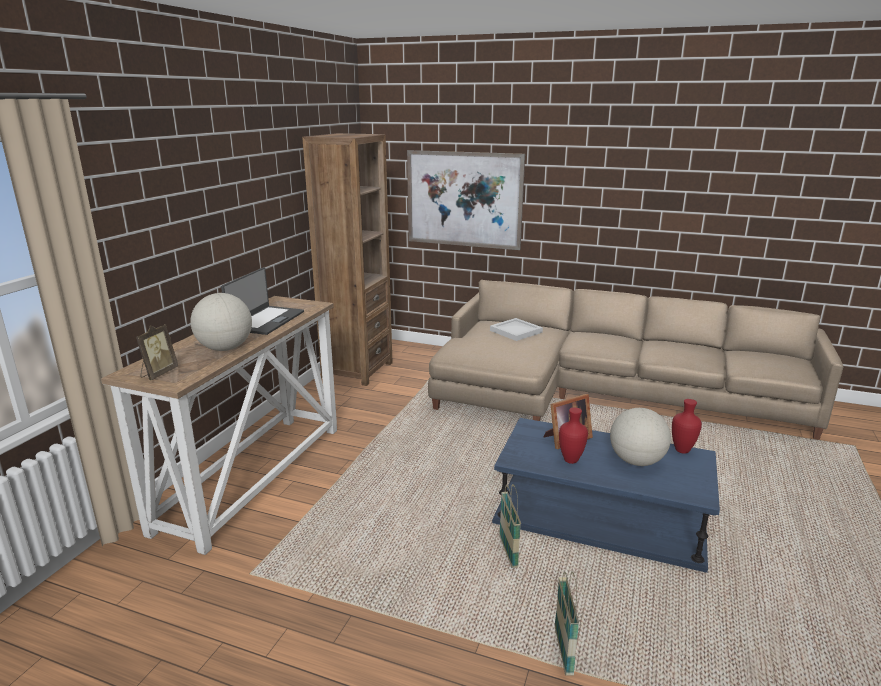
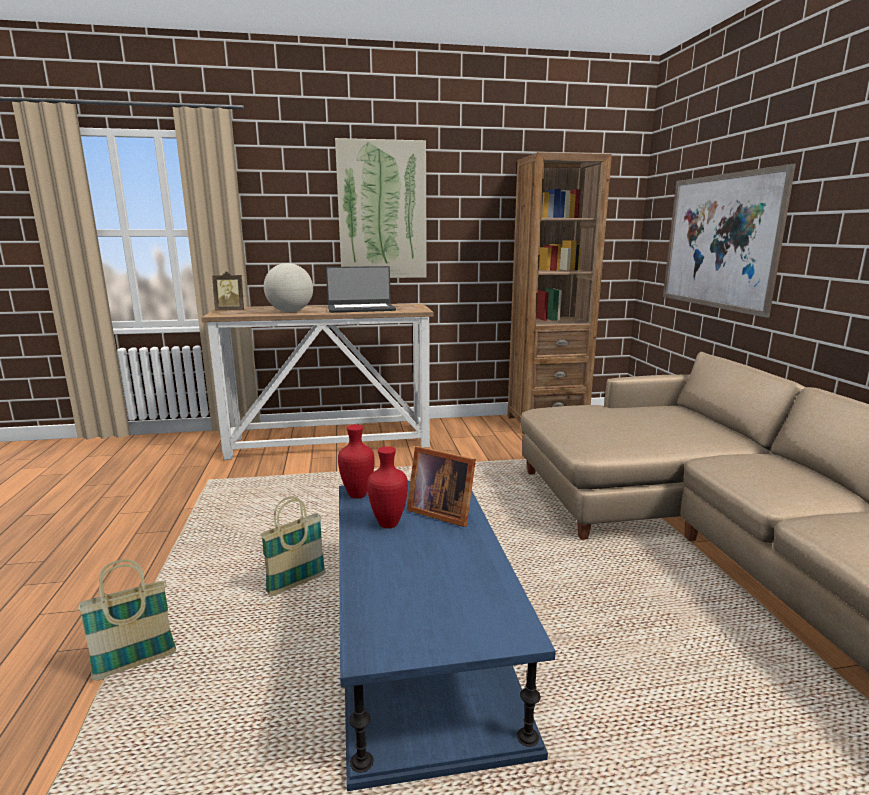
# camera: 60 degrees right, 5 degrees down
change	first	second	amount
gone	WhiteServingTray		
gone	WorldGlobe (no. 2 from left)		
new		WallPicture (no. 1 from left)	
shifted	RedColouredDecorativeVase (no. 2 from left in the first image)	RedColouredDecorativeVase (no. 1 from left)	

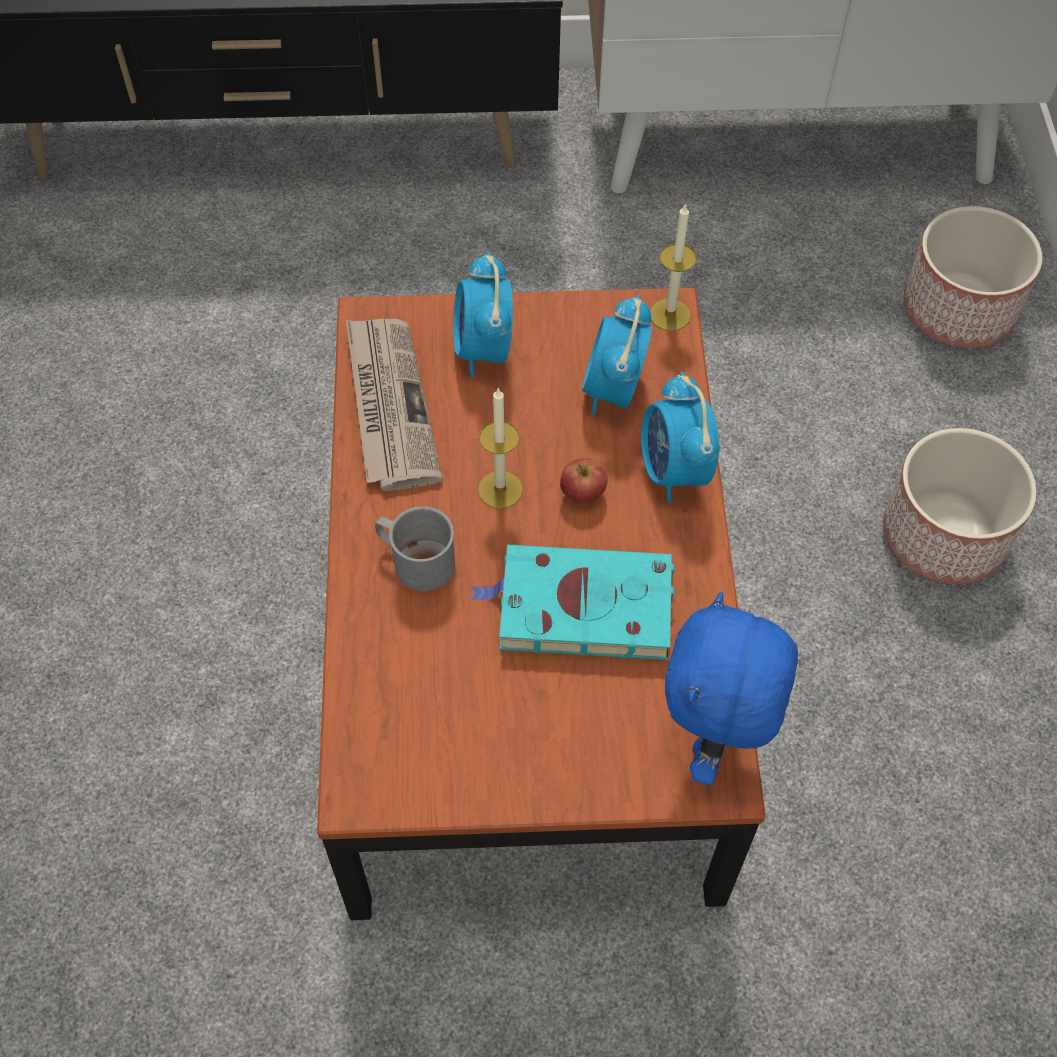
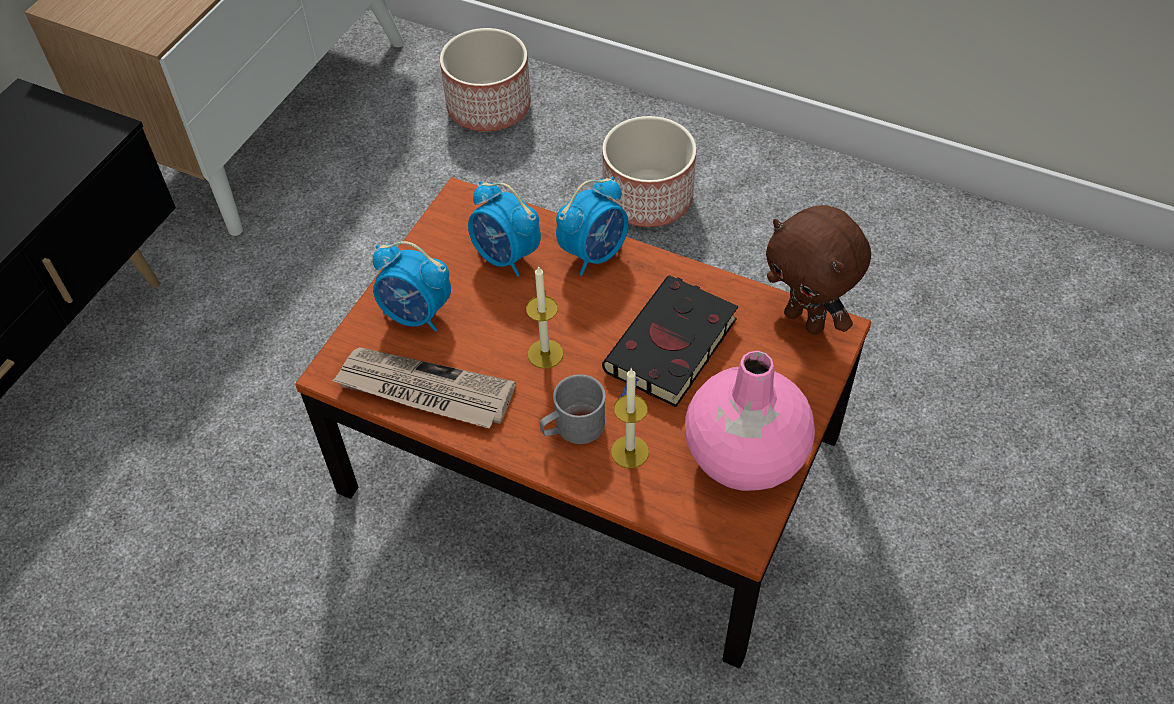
# camera: 60 degrees left, 5 degrees down
change	first	second	amount
gone	AppleFruit		
new		PinkishDecorativeVase	
shifted	WaxLight (no. 2 from left)		
repainted	TurquoiseColouredBoundBook	BlackColouredBoundBook	
repainted	BluishSoftToy	BrownSoftToy	
rotated	TableClock (no. 3 from left)		60 degrees counterclockwise

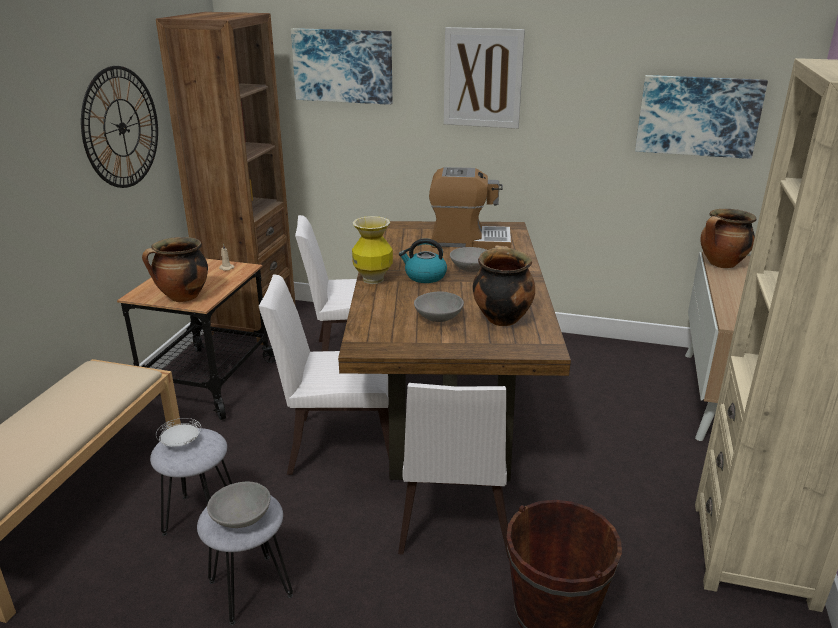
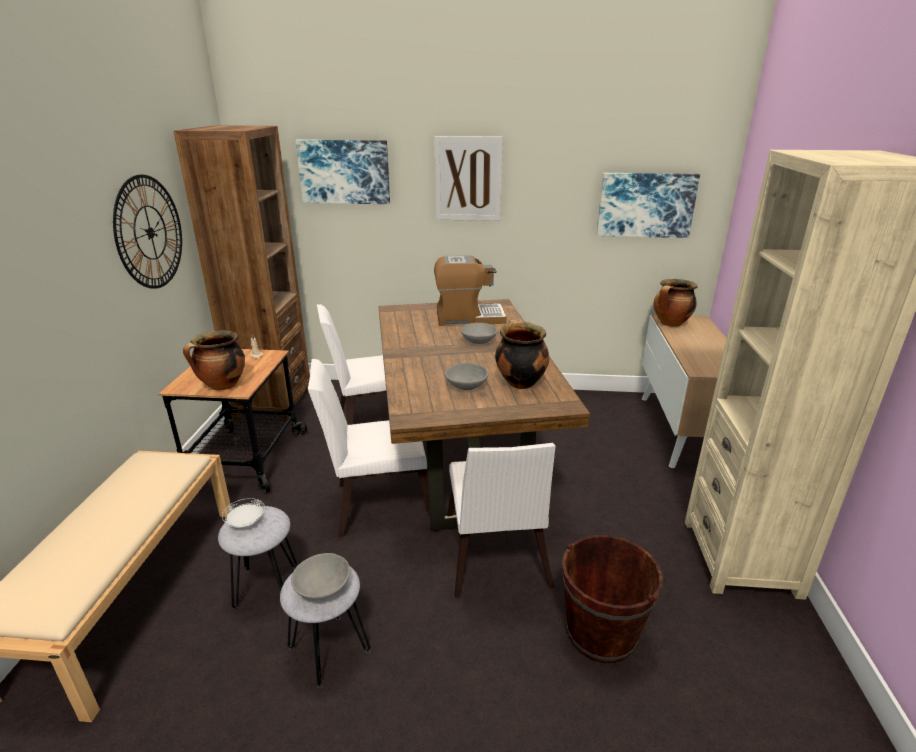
# camera: 10 degrees left, 0 degrees up
change	first	second	amount
gone	DecorativeVase		
gone	WaterKettle		

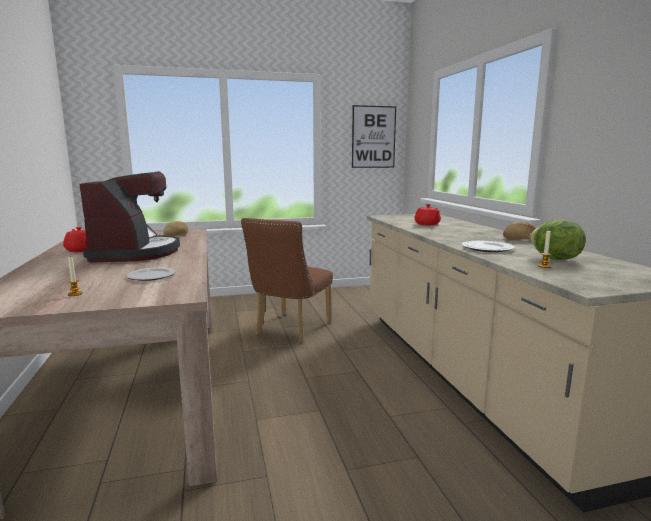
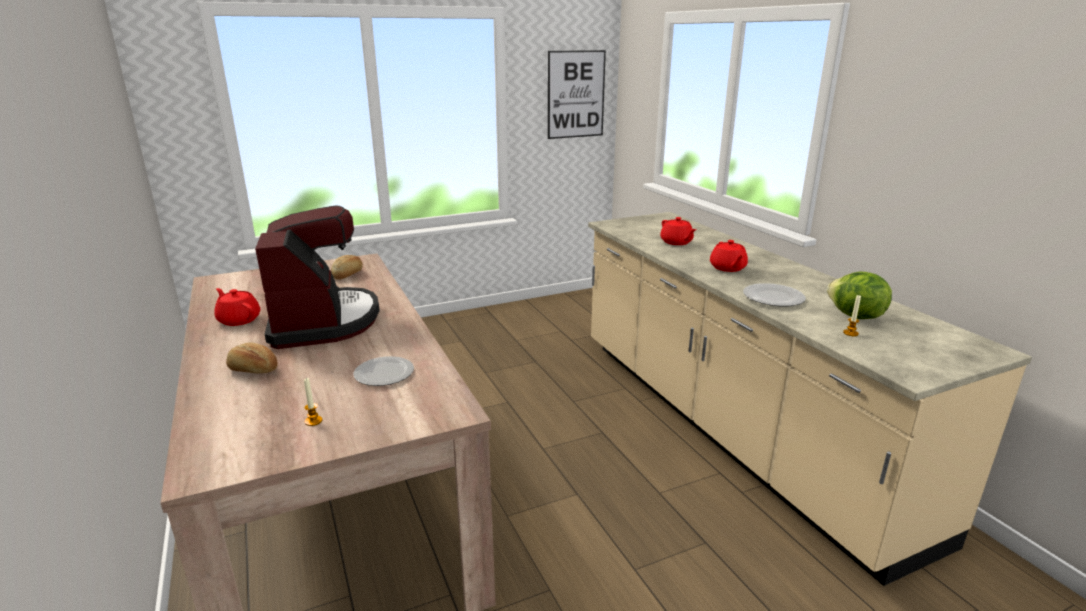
# camera: 10 degrees left, 10 degrees up
change	first	second	amount
gone	BrownUprightChair		
new		RedColouredPotForTea (no. 3 from left)	
shifted	Bread (no. 2 from left in the first image)	Bread (no. 1 from left)	

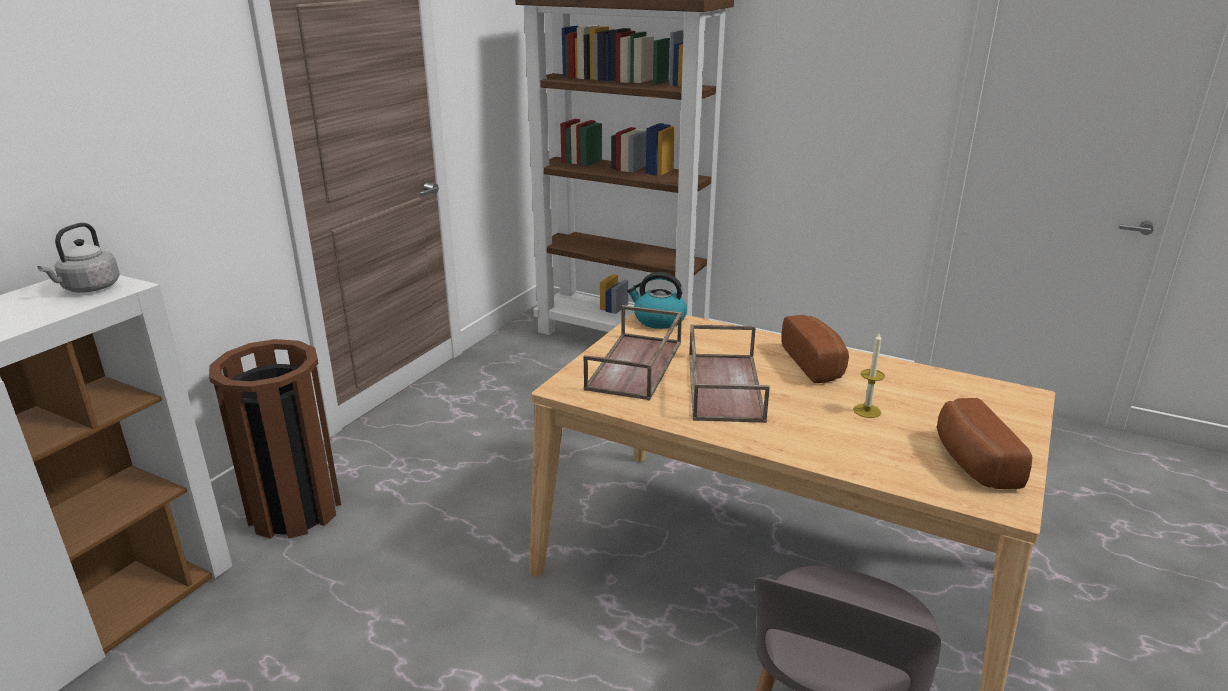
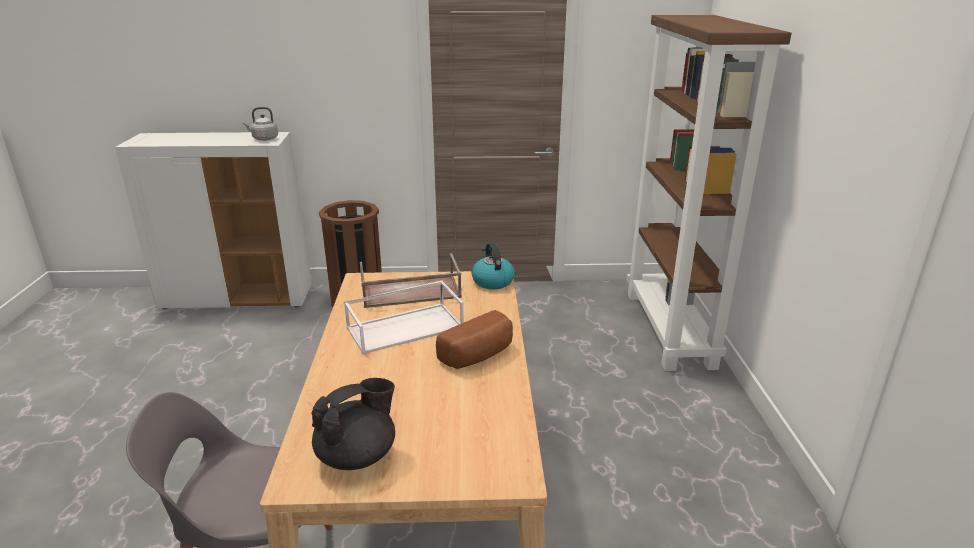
# camera: 60 degrees right, 0 degrees up
change	first	second	amount
gone	WaxLight		
swapped	Bread (no. 2 from left)	BlackColouredPotForTea	
repainted	BrownServingTray (no. 2 from left)	WhiteServingTray	

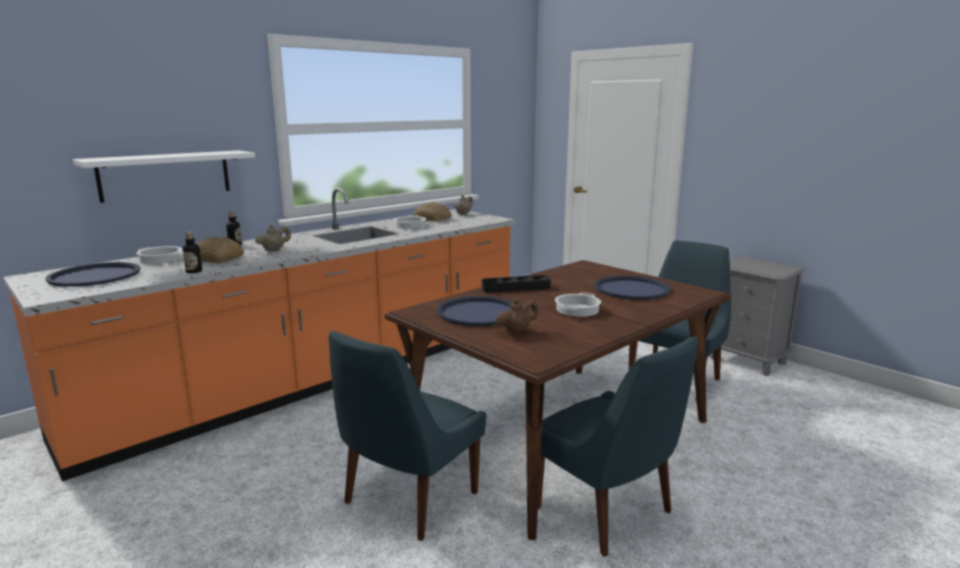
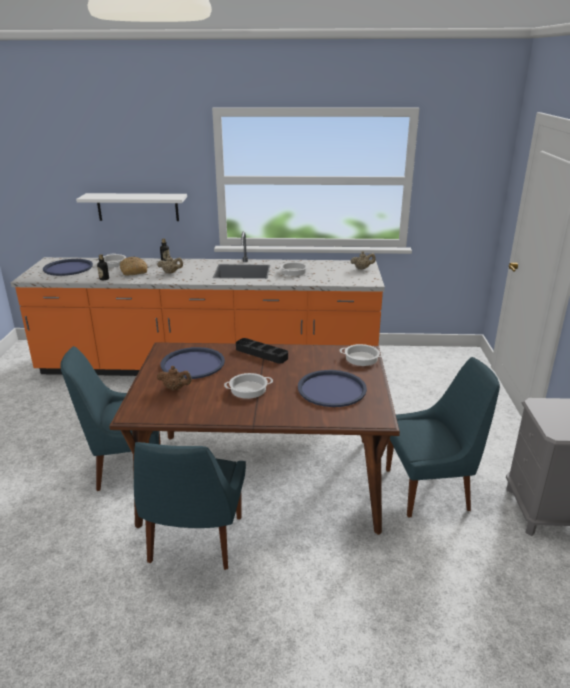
# camera: 45 degrees right, 10 degrees up
change	first	second	amount
gone	Bread (no. 2 from left)		
new		Saucepot (no. 4 from left)	

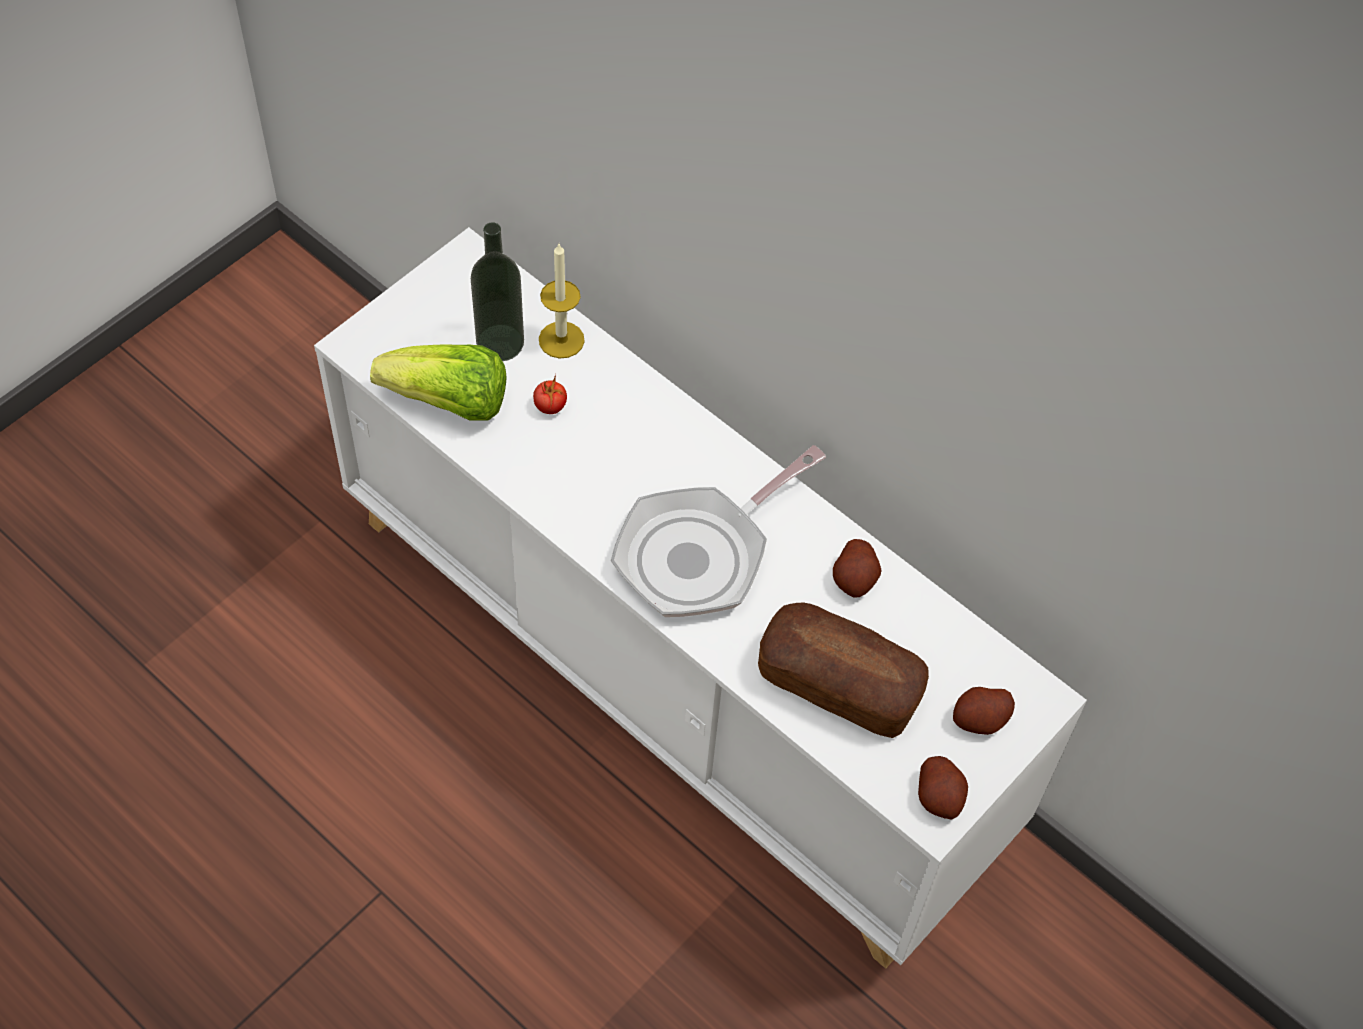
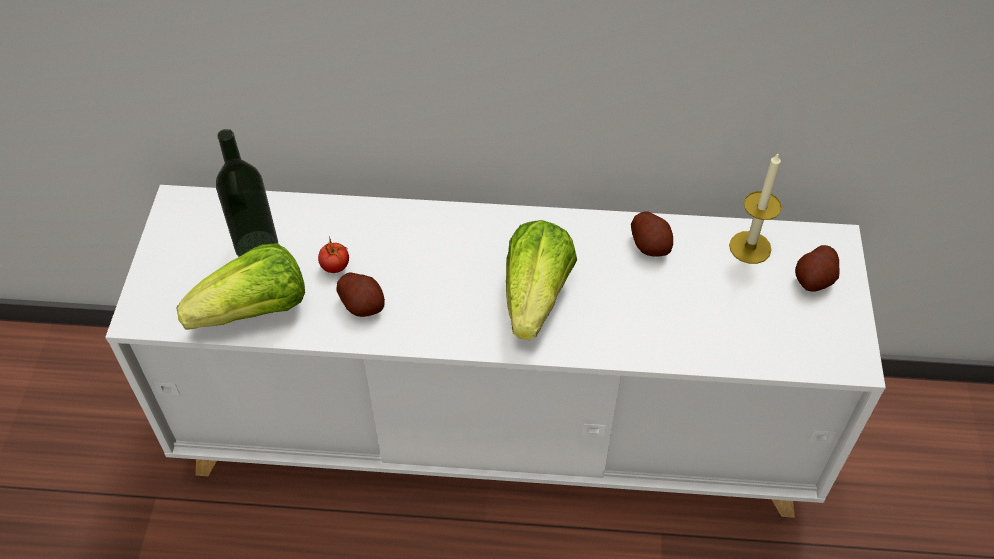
# camera: 35 degrees left, 5 degrees down
change	first	second	amount
gone	Bread		
shifted	WaxLight		
shifted	Spud (no. 2 from left in the first image)	Spud (no. 1 from left)	
swapped	FryingPan	HeadOfLettuce (no. 2 from left)	

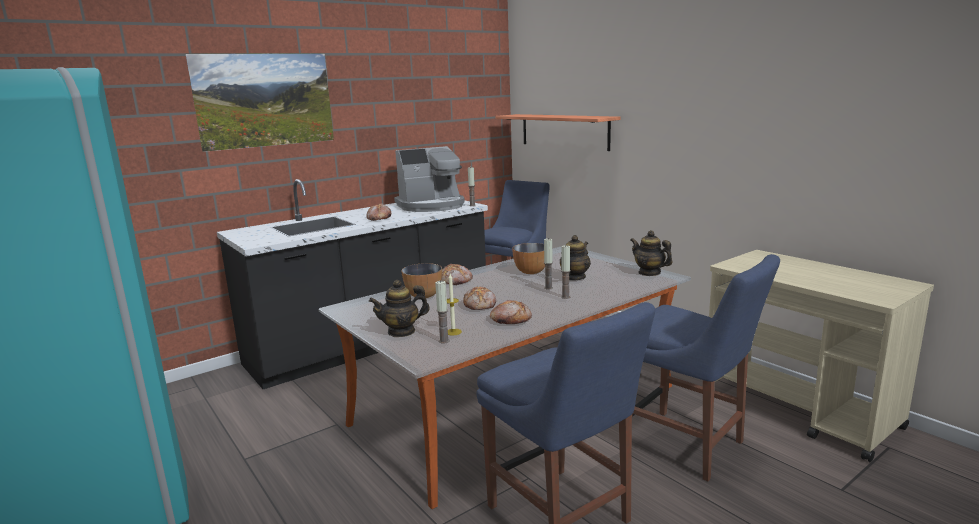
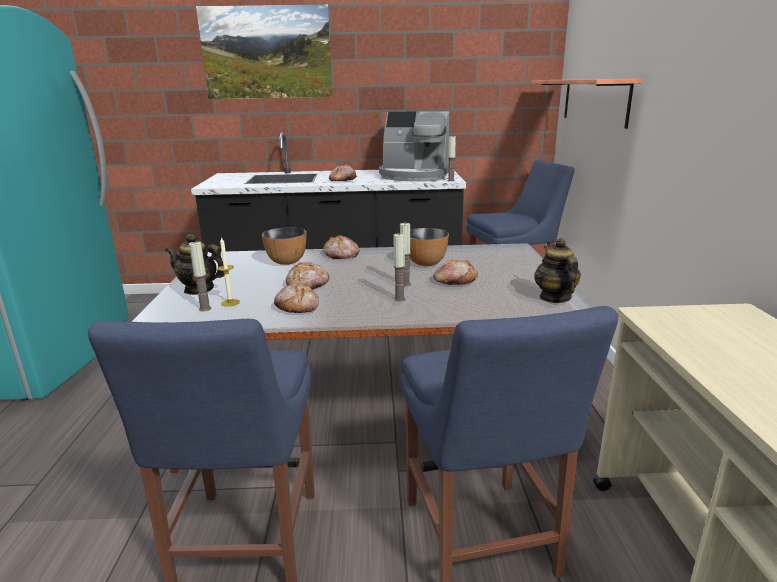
# camera: 35 degrees right, 5 degrees up
change	first	second	amount
swapped	PotForTea (no. 2 from left)	Bread (no. 5 from left)	

